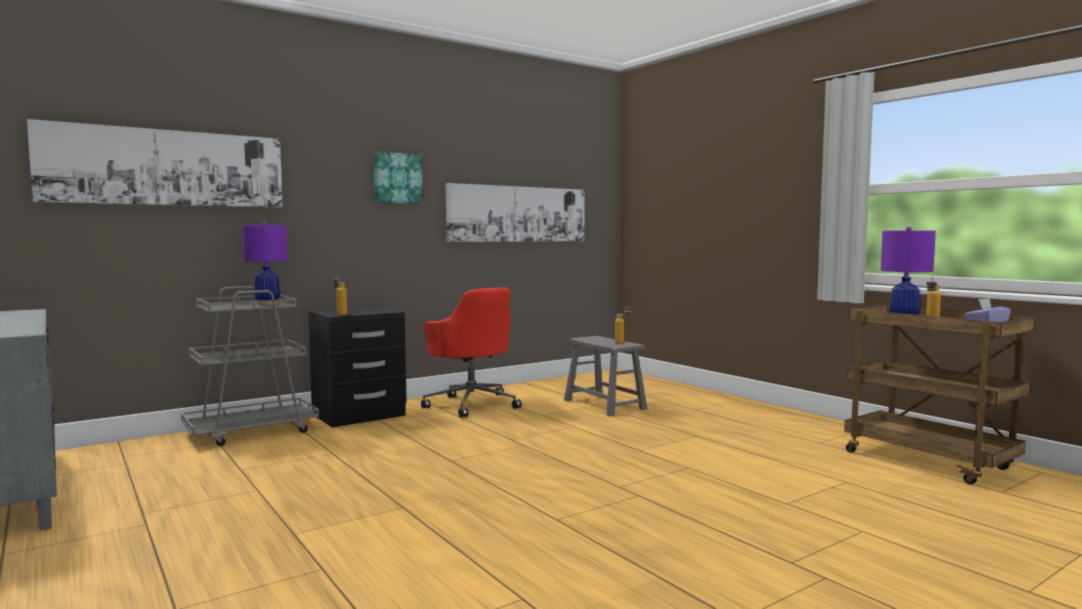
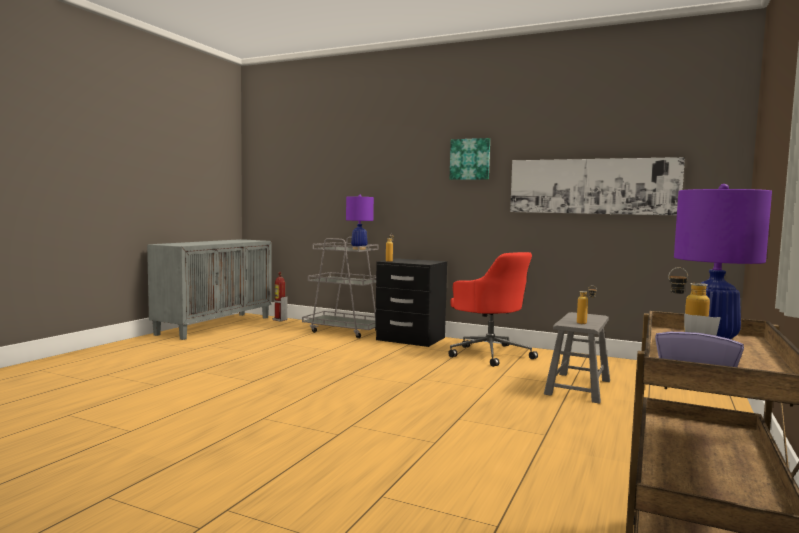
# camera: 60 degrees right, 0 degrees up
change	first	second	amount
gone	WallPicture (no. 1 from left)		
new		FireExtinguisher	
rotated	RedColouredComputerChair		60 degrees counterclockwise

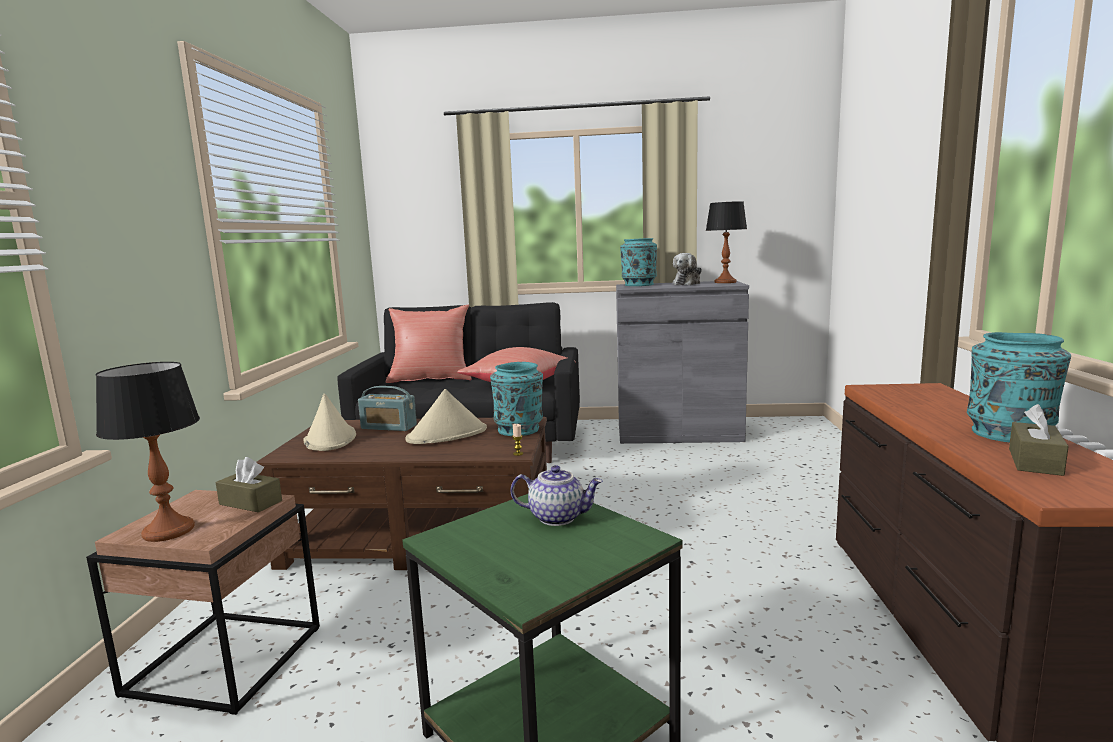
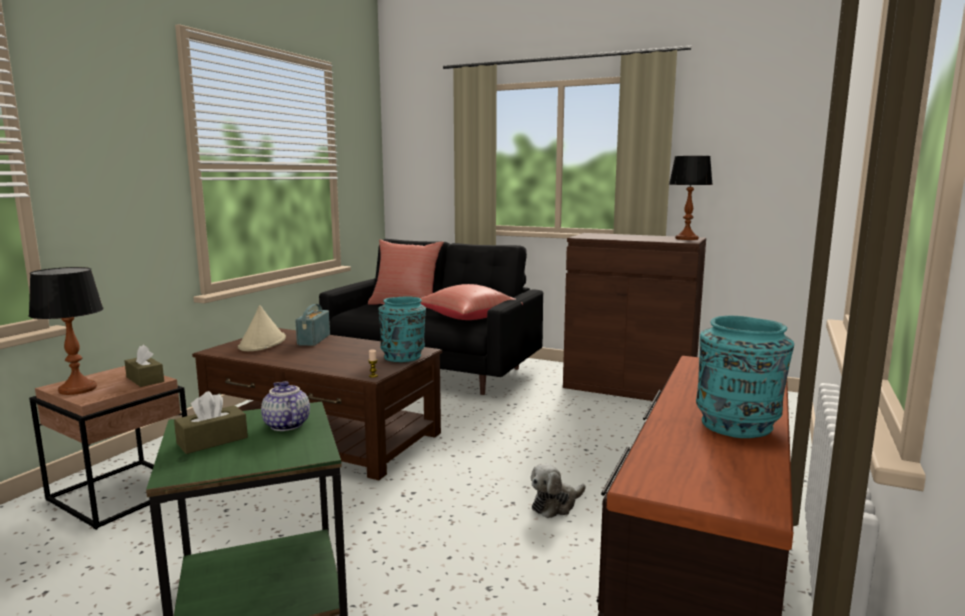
# camera: 20 degrees right, 0 degrees up
change	first	second	amount
gone	BeigeColouredHat (no. 2 from left)		
gone	TurquoiseColouredDecorativeVase (no. 2 from left)		
shifted	SoftToy		
shifted	BrownBoxOfTissues (no. 2 from left)		
repainted	GrayCabinet	BrownCabinet	
rotated	Radio		60 degrees clockwise
rotated	PotForTea		150 degrees counterclockwise

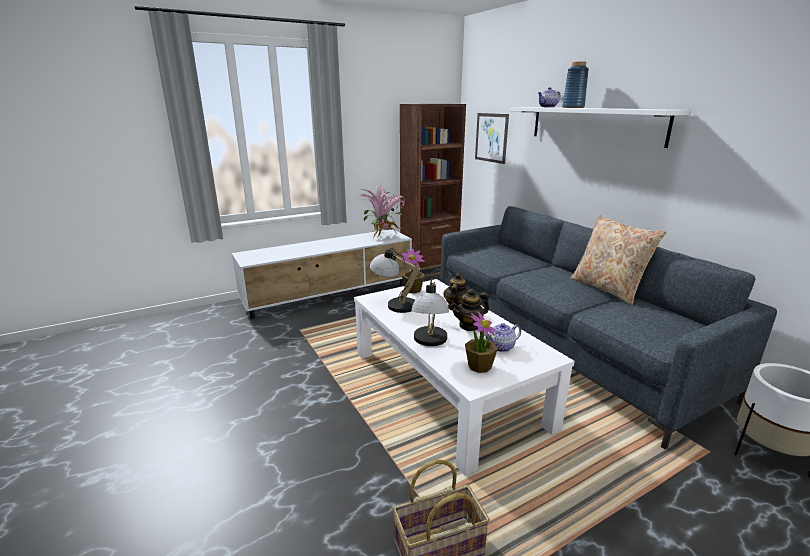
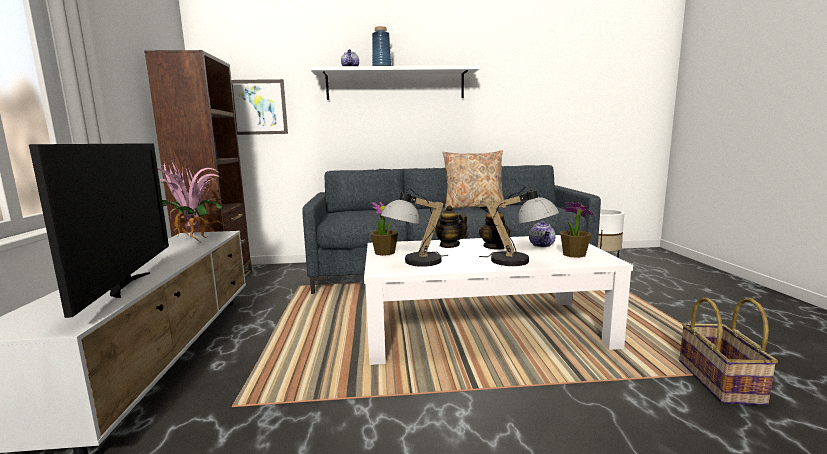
# camera: 65 degrees left, 10 degrees down
change	first	second	amount
new		Tv	

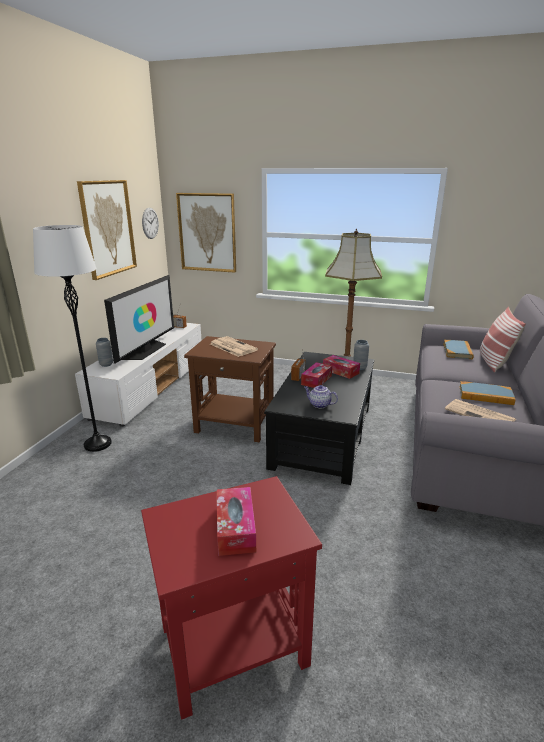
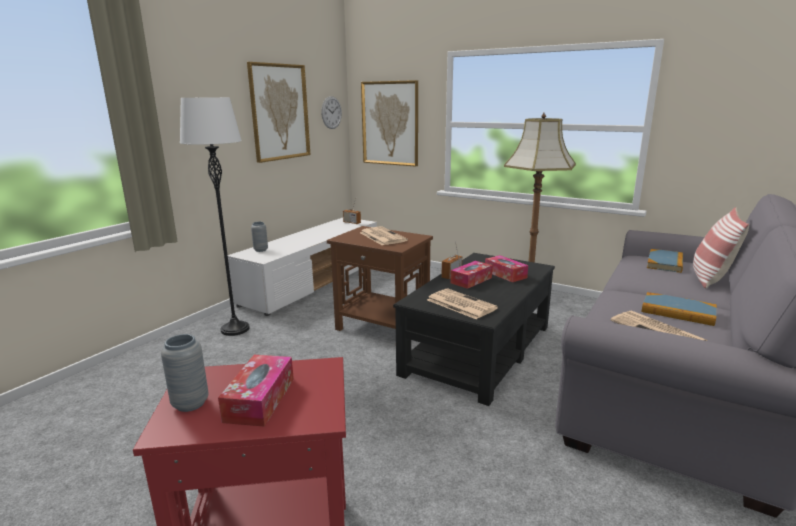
# camera: 15 degrees right, 5 degrees down
change	first	second	amount
gone	Tv		
shifted	GrayDecorativeVase (no. 2 from left in the first image)	GrayDecorativeVase (no. 1 from left)	
swapped	PotForTea	Newspaper (no. 2 from left)	

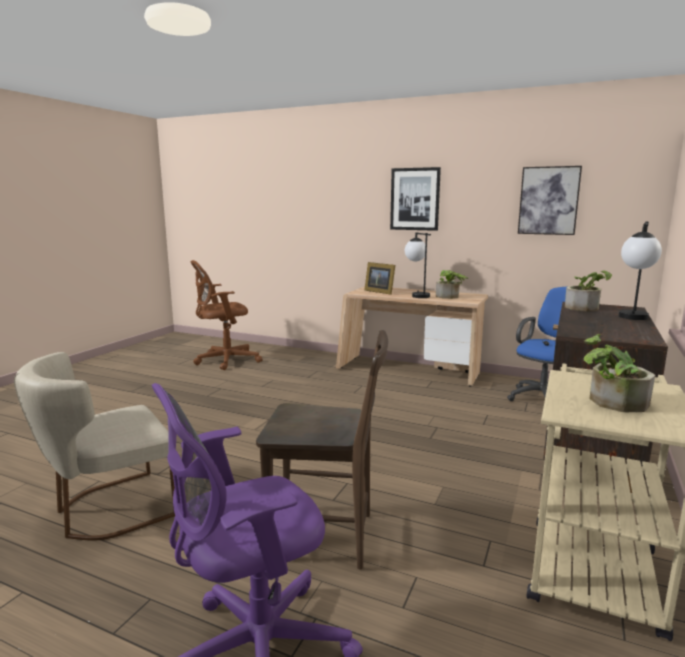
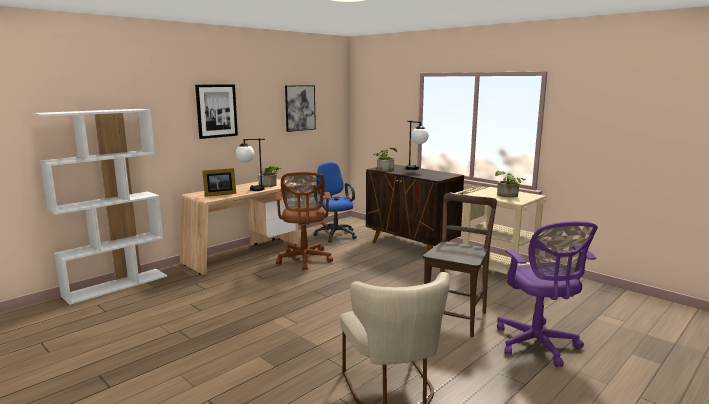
# camera: 70 degrees left, 0 degrees up
change	first	second	amount
new		WhiteShelvingUnit	
shifted	BrownComputerChair		

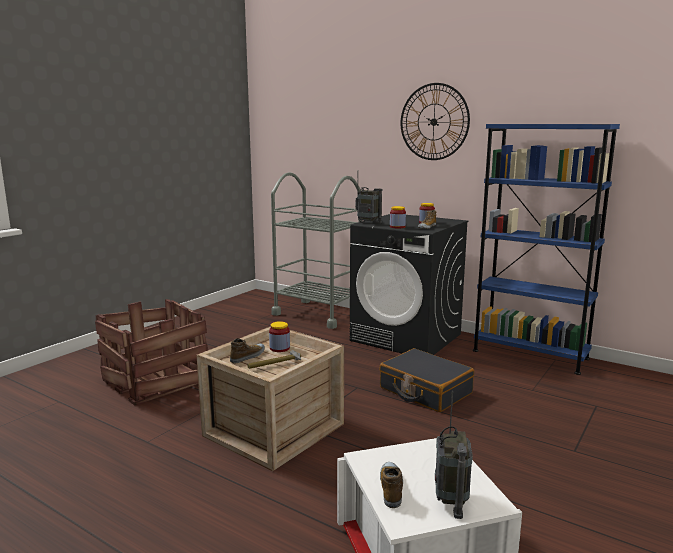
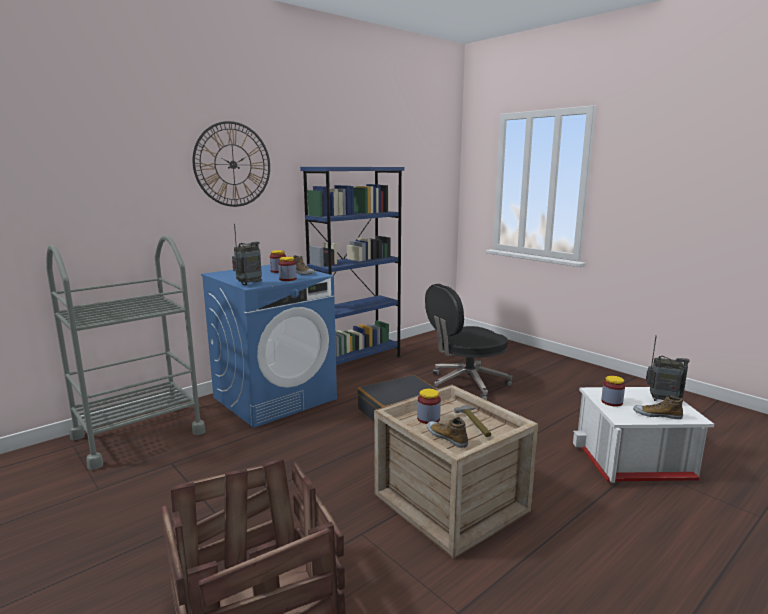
# camera: 75 degrees left, 0 degrees up
change	first	second	amount
new		BlackColouredComputerChair	
new		Jar (no. 4 from left)	
repainted	BlackColouredLaundryAppliance	BluishLaundryAppliance	

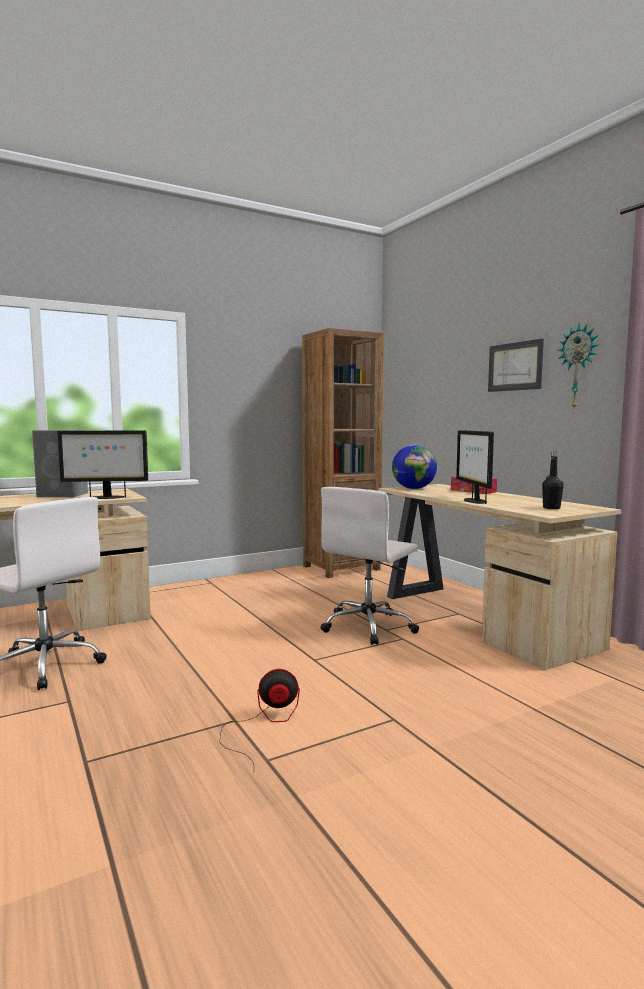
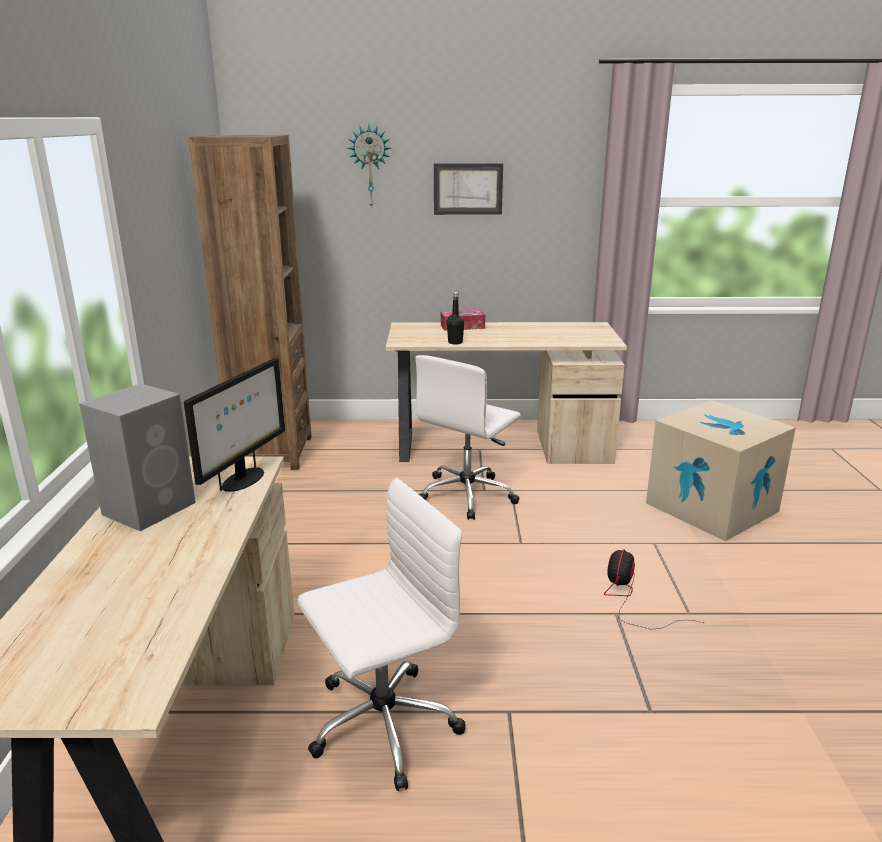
# camera: 60 degrees left, 15 degrees up
change	first	second	amount
gone	WorldGlobe		
gone	ComputerDisplay (no. 2 from left)		
new		PackingBox	
shifted	BlackColouredDrinkBottle		
shifted	WallClock		
rotated	WhiteComputerChair (no. 2 from left)		60 degrees clockwise

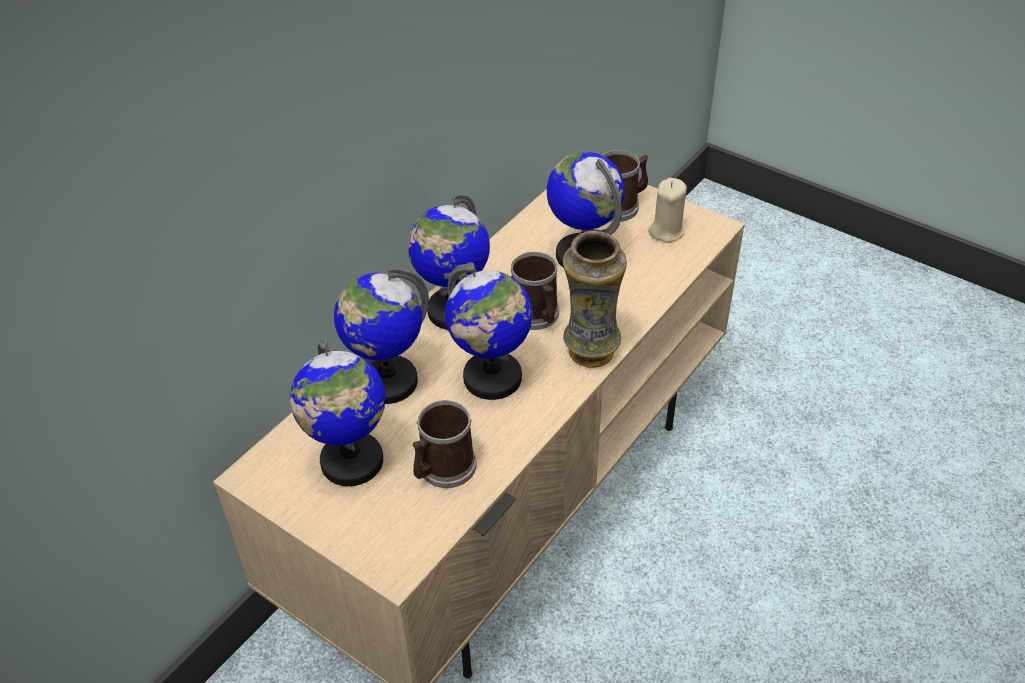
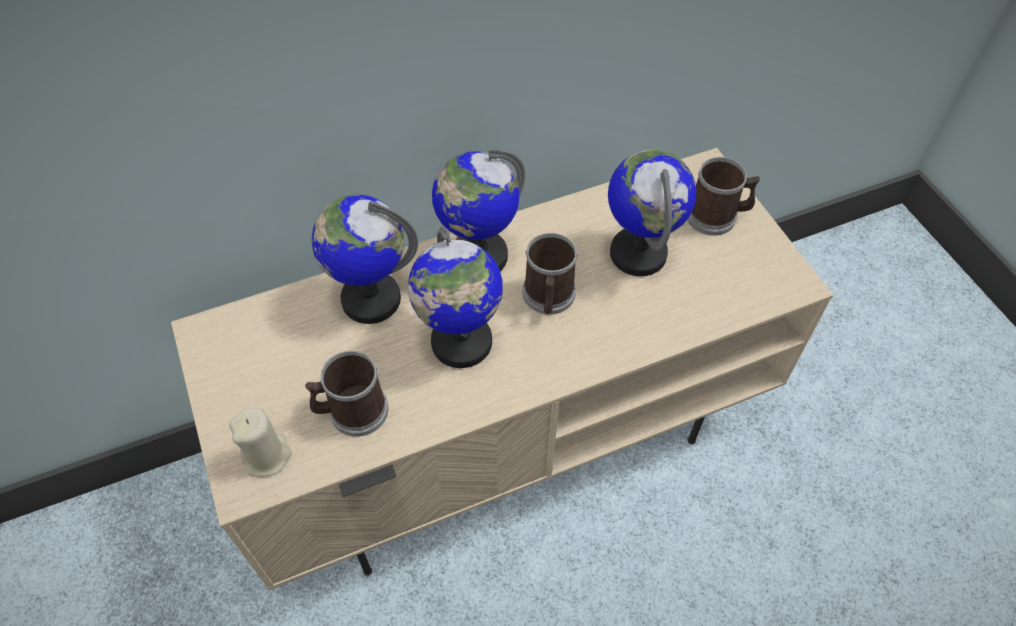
# camera: 30 degrees right, 10 degrees up
change	first	second	amount
gone	WorldGlobe (no. 1 from left)		
gone	DecorativeVase		
shifted	BeigeColouredWaxLight		

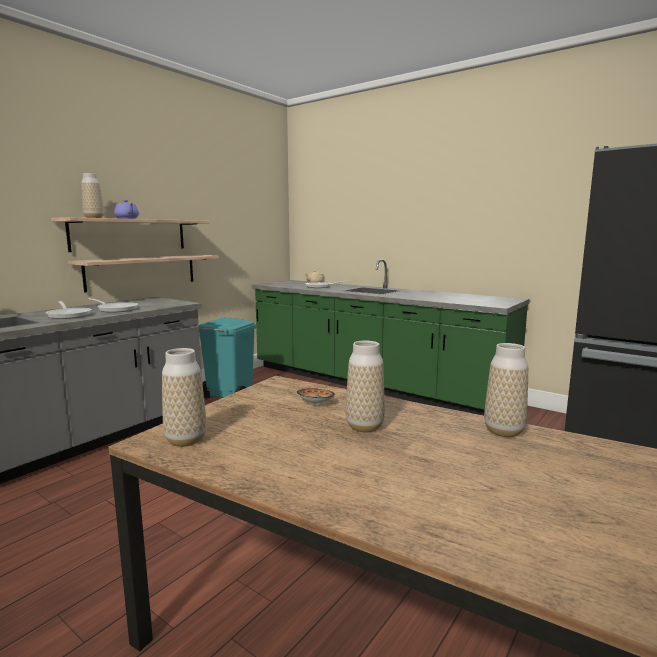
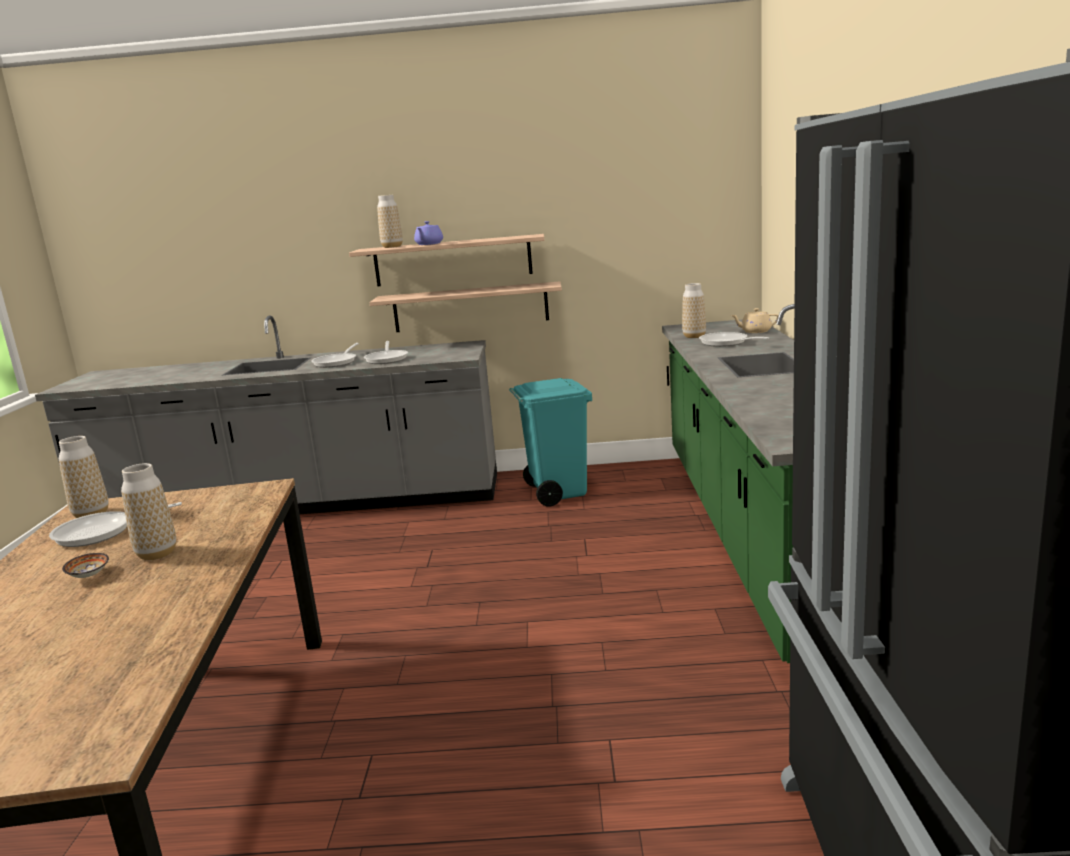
# camera: 55 degrees right, 5 degrees up
change	first	second	amount
new		FryingPan (no. 1 from left)	
shifted	ServingBowl		
shifted	DecorativeVase (no. 4 from left)		

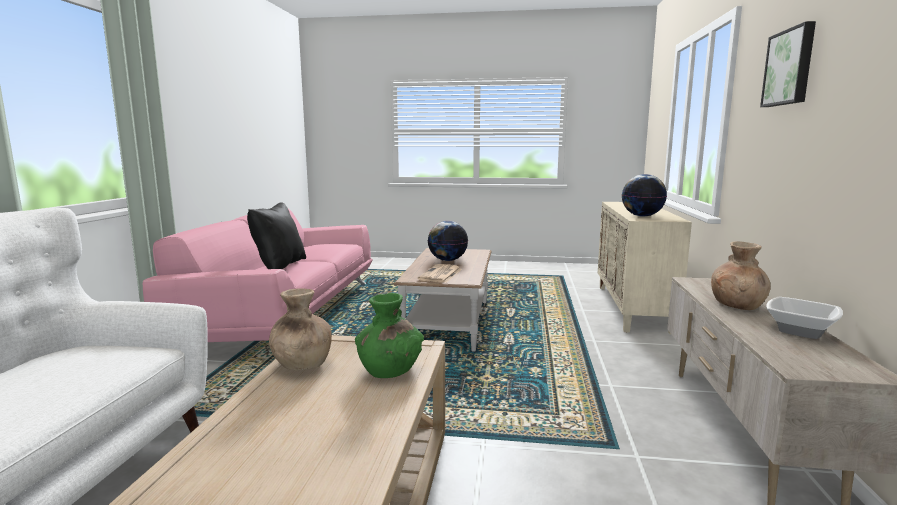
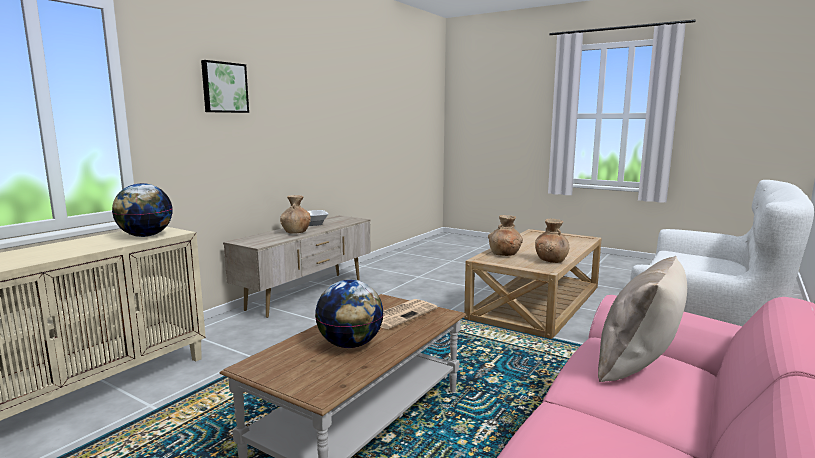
# camera: 155 degrees left, 0 degrees up
change	first	second	amount
repainted	BlackColouredCushion	BeigeColouredCushion	
repainted	GreenDecorativeVase	BrownDecorativeVase (no. 2 from left)	

